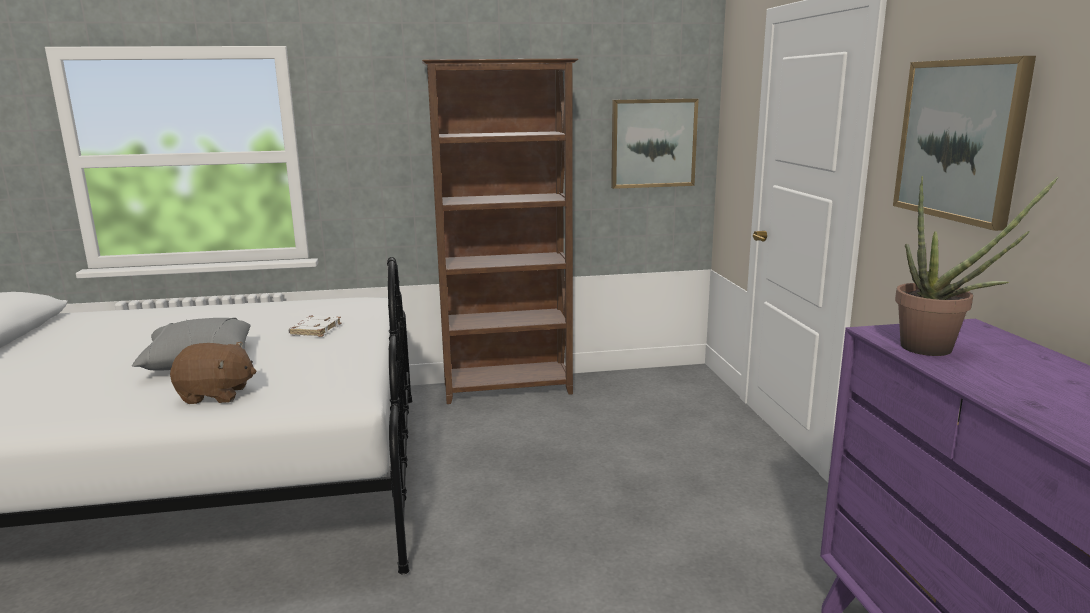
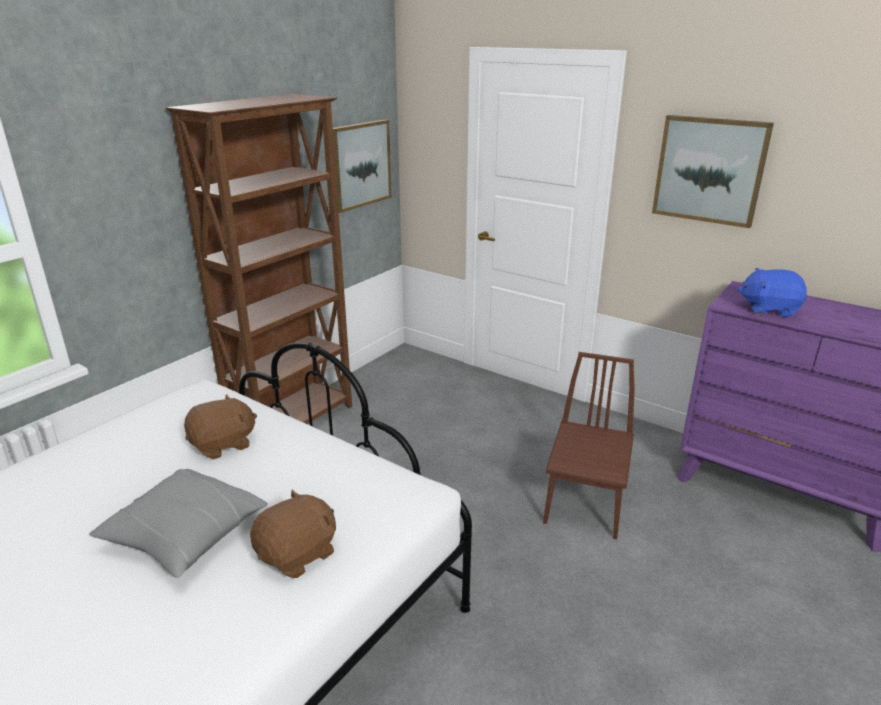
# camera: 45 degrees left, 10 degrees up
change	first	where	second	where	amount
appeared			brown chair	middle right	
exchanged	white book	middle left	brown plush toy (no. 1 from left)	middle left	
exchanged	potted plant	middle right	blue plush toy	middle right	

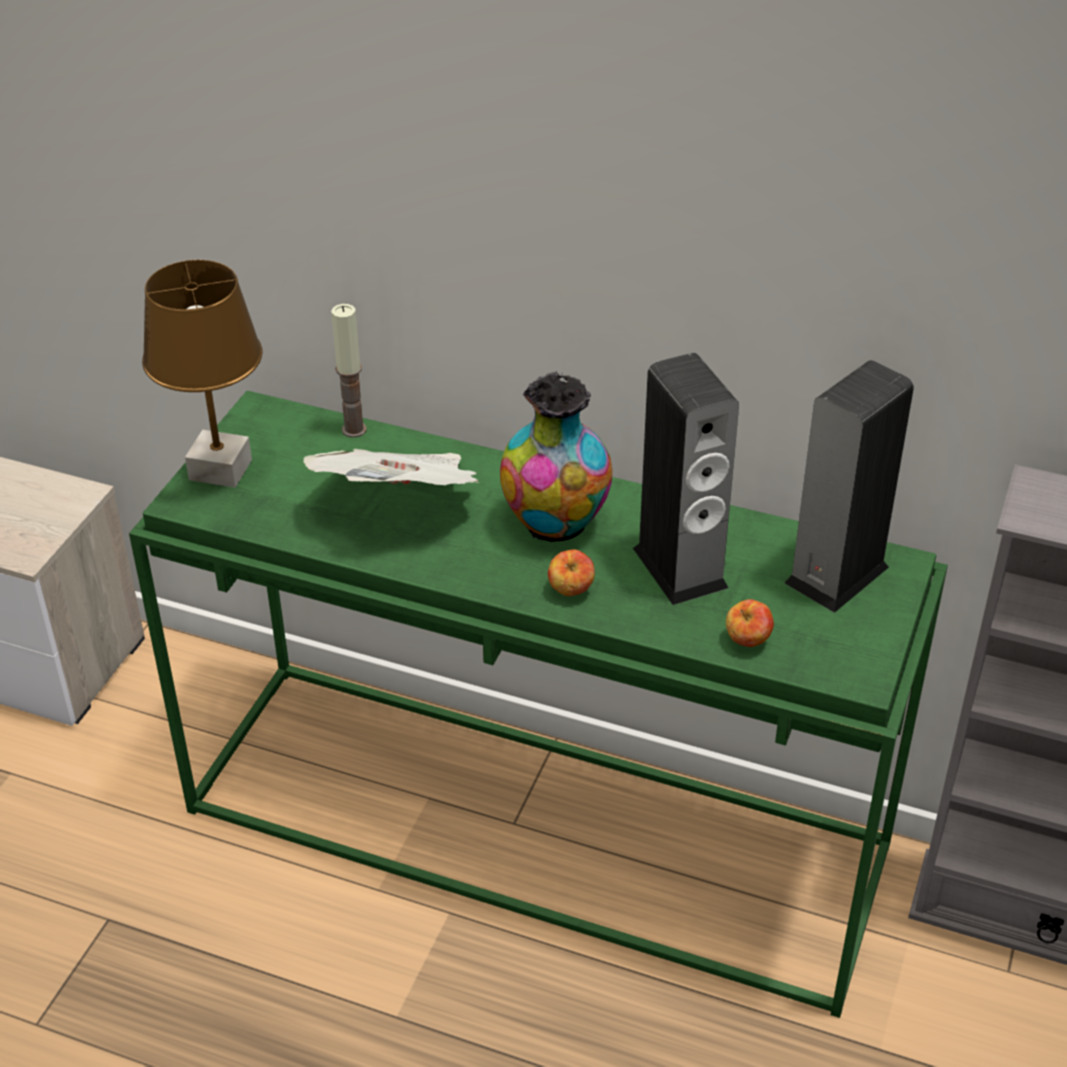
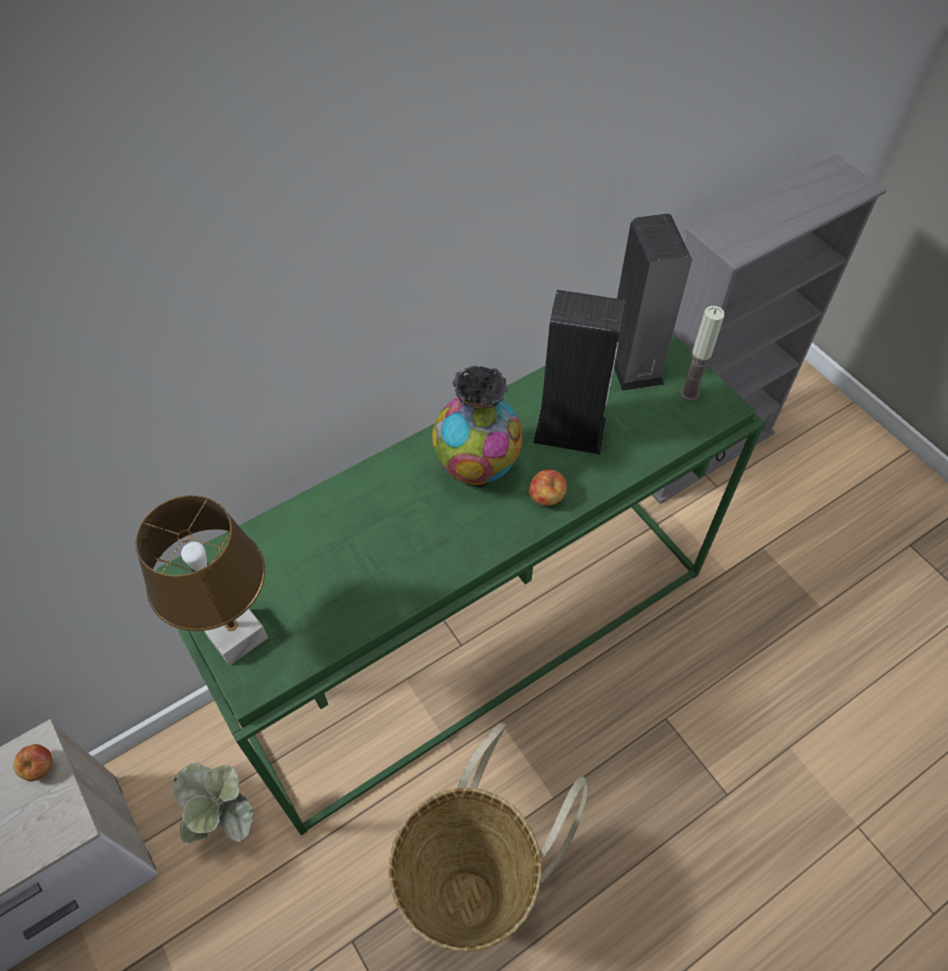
# camera: 55 degrees left, 15 degrees up
change	first	where	second	where	amount
missing	newspaper	centre			
appeared			potted plant	bottom left	
appeared			basket	bottom centre	
relocated	candle	middle left		middle right	
relocated	apple (no. 2 from left in the first image)	middle right	apple (no. 1 from left)	bottom left	

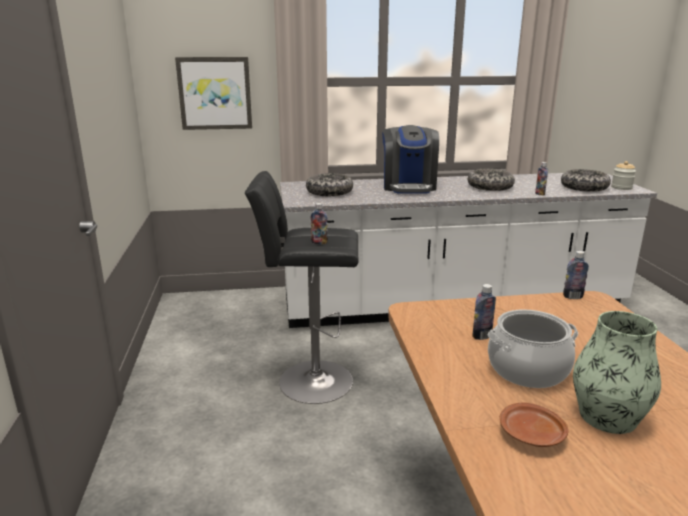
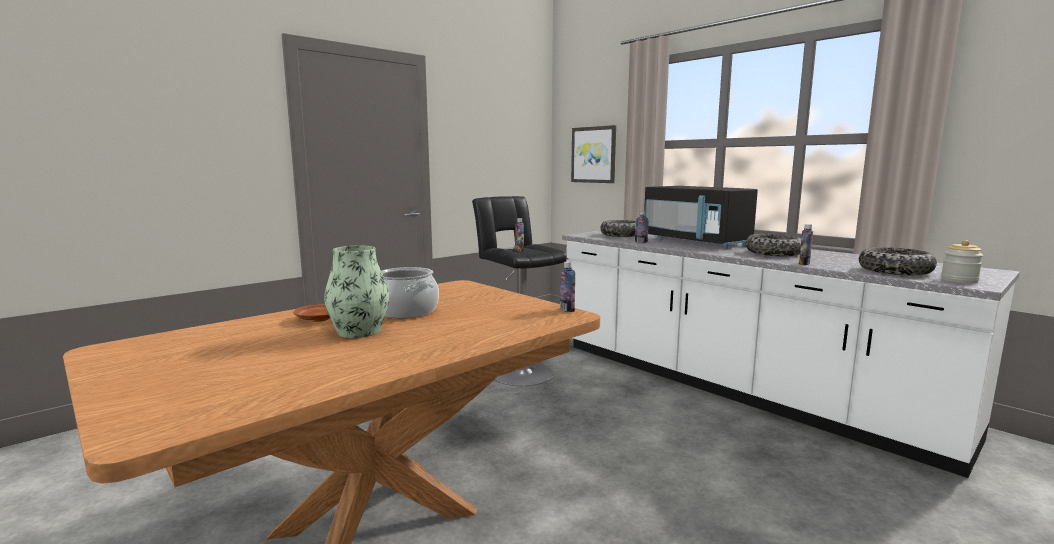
# camera: 55 degrees right, 10 degrees down
change	first	where	second	where	amount
relocated	bottle (no. 2 from left in the first image)	middle right	bottle (no. 3 from left)	centre	
exchanged	coffee machine	top centre	black microwave	centre	

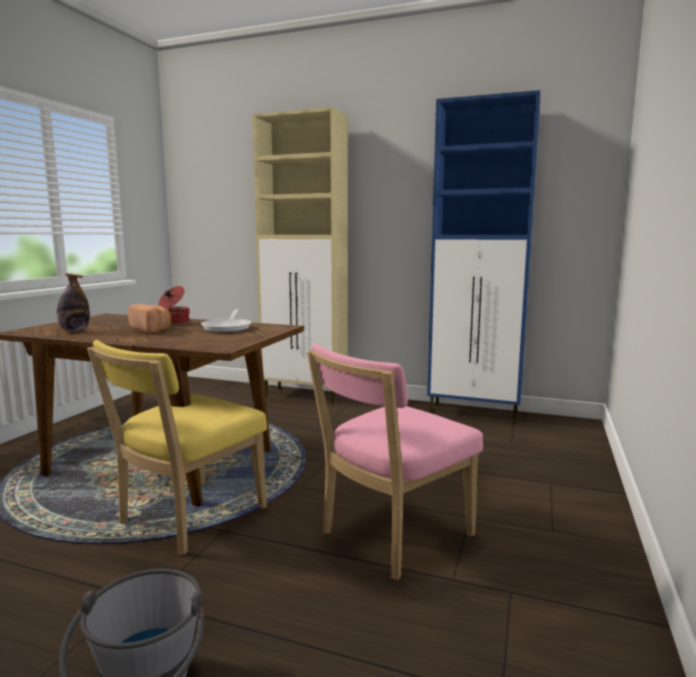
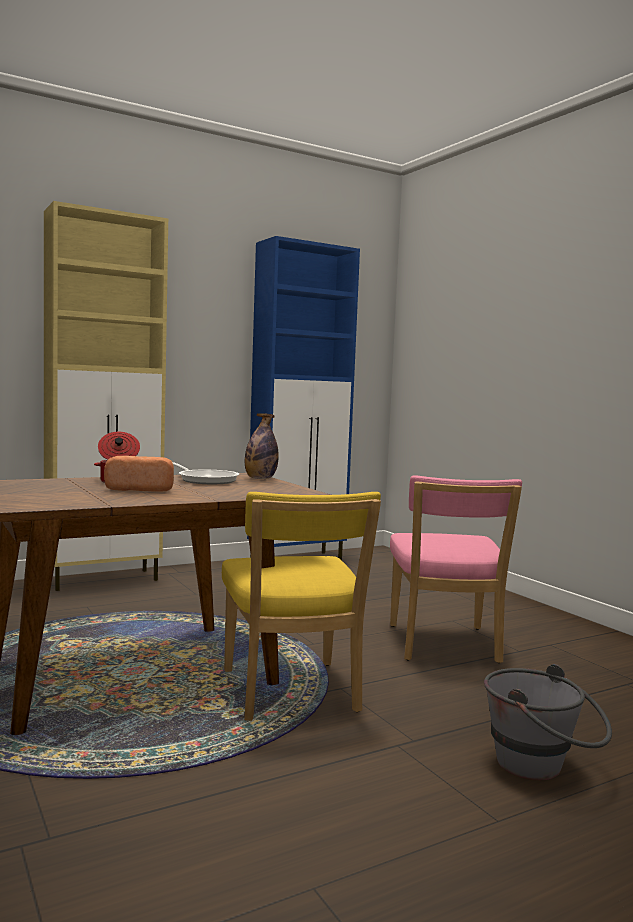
# camera: 50 degrees left, 5 degrees down
change	first	where	second	where	amount
relocated	bottle	middle left		centre	

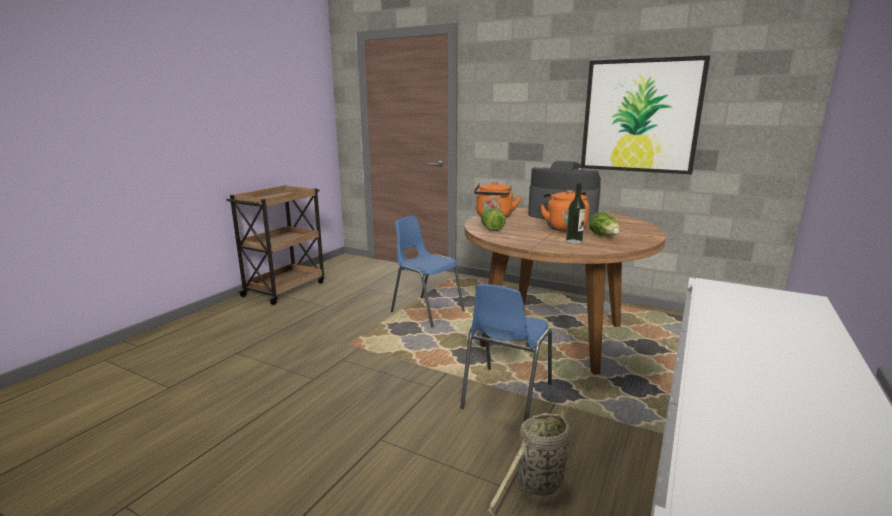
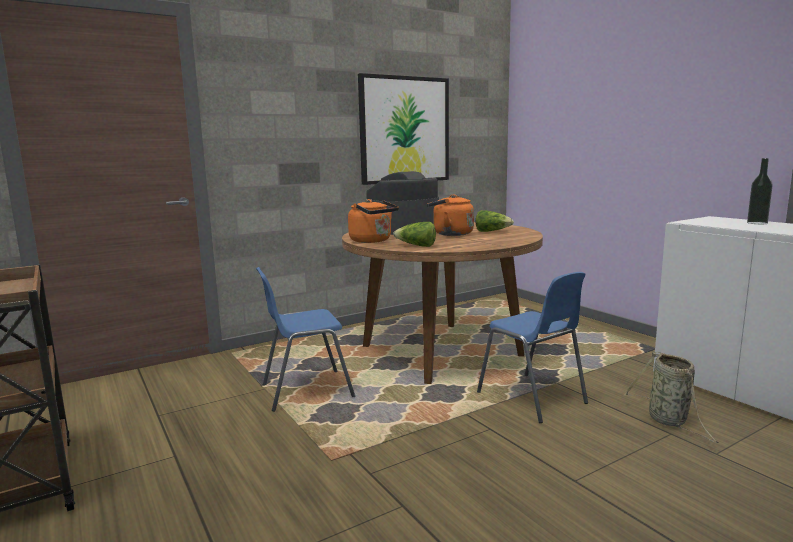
# camera: 60 degrees left, 5 degrees down
change	first	where	second	where	amount
relocated	bottle	centre		middle right	

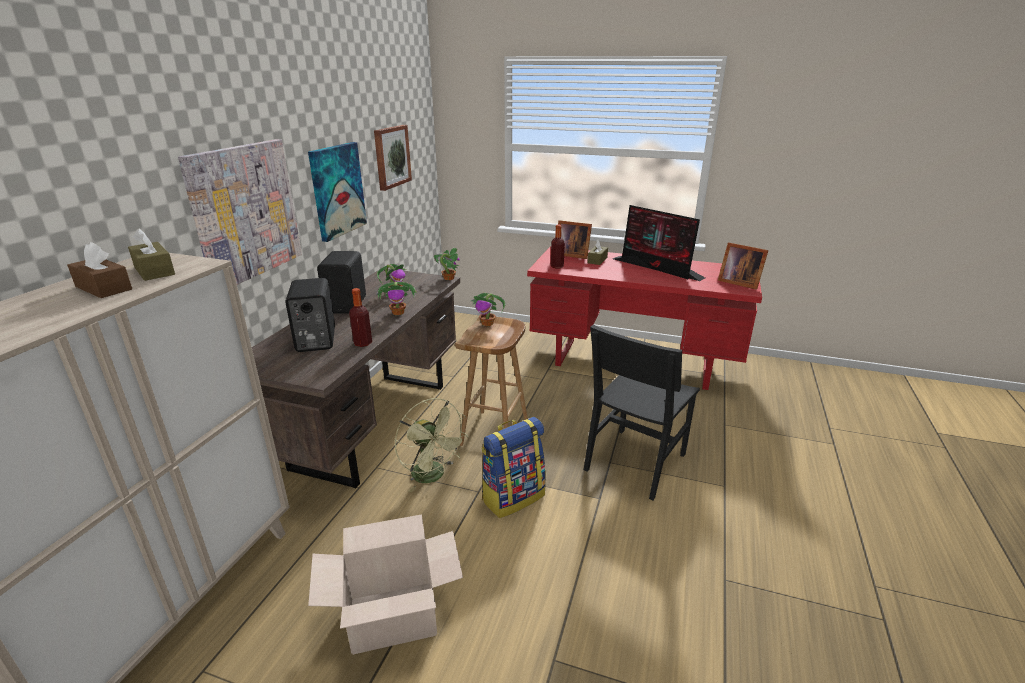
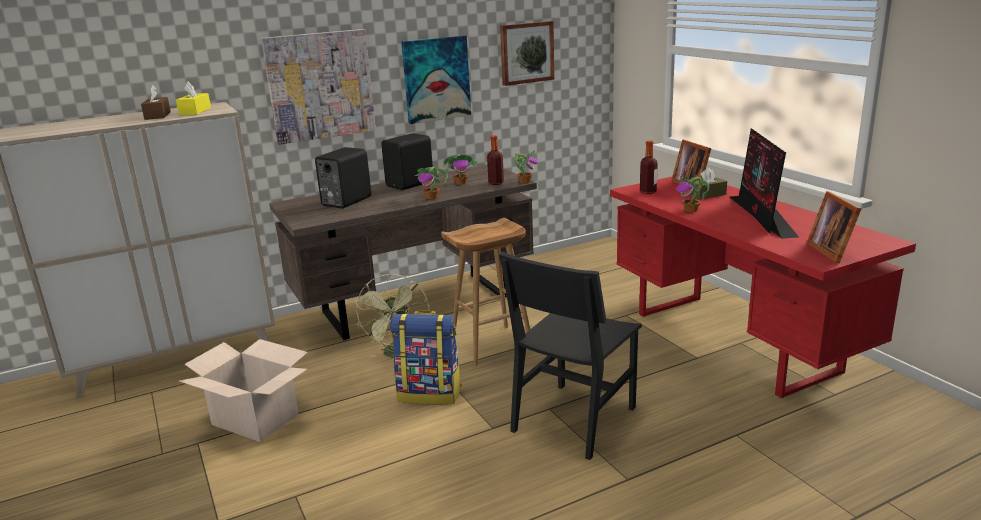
# camera: 45 degrees right, 5 degrees down
change	first	where	second	where	amount
relocated	bottle (no. 1 from left)	centre		top centre	
relocated	potted plant (no. 4 from left)	centre		middle right	
colour	brown tissue box (no. 2 from left)	middle left	yellow tissue box	top left	
spun	black chair	centre		bottom centre	45 degrees counterclockwise

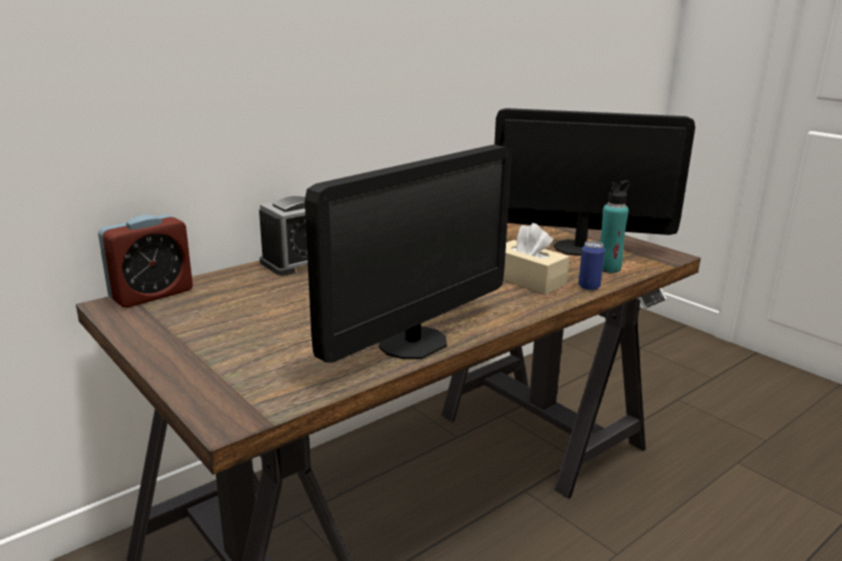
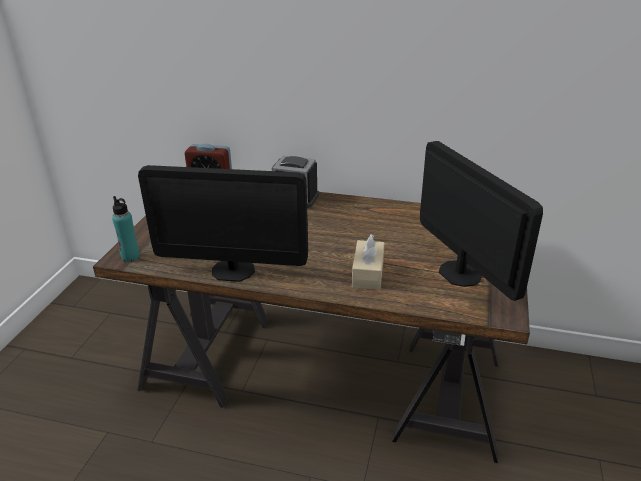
# camera: 55 degrees right, 10 degrees up
change	first	where	second	where	amount
missing	can	middle right			
relocated	turquoise bottle	middle right		middle left	

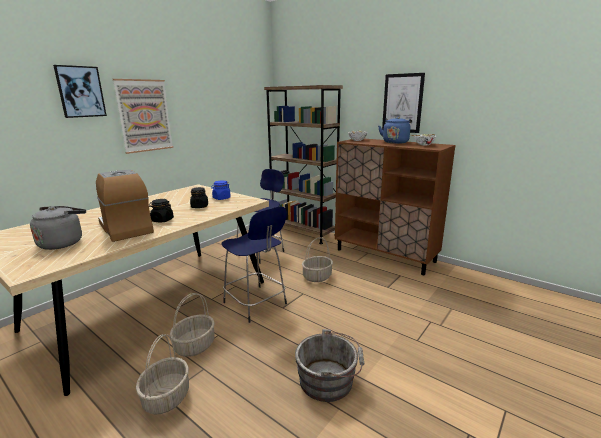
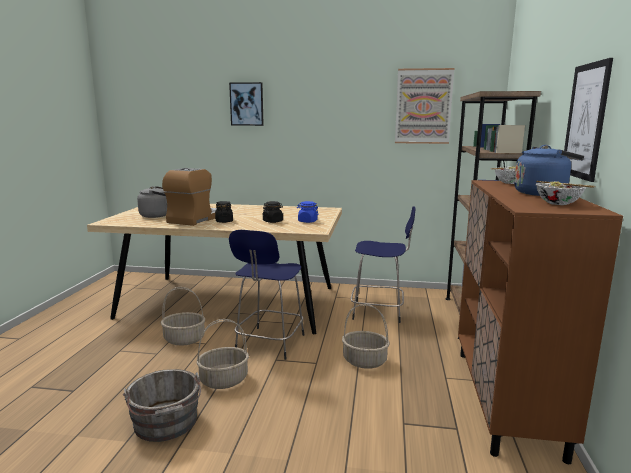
# camera: 60 degrees right, 5 degrees down
change	first	where	second	where	amount
relocated	picture (no. 2 from left)	top left		top right	
relocated	basket (no. 1 from left in the first image)	bottom left	basket (no. 2 from left)	bottom centre	

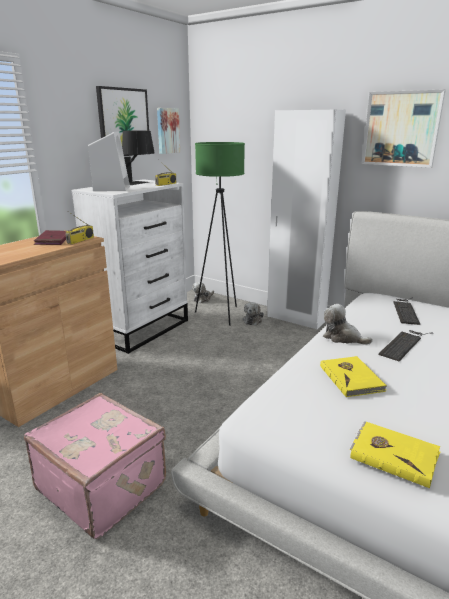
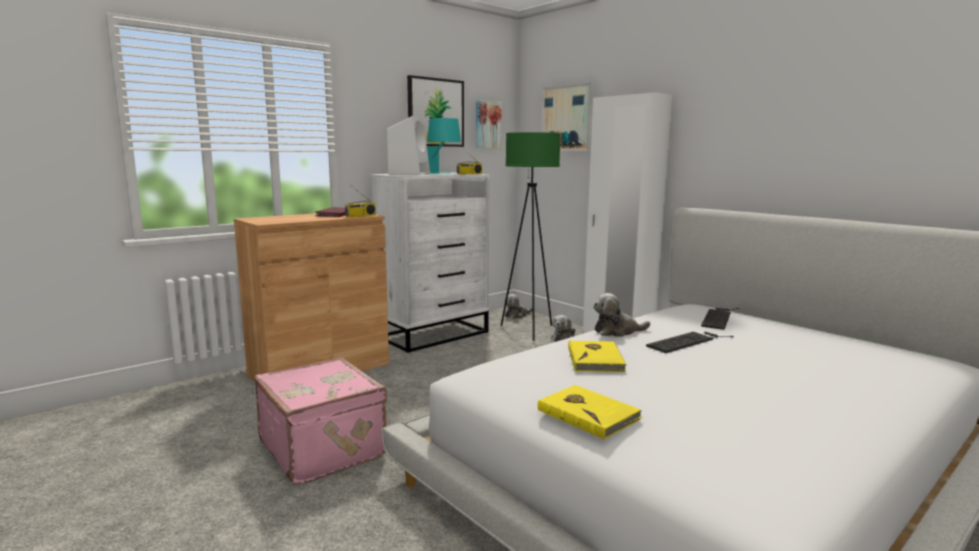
# camera: 15 degrees right, 10 degrees down
change	first	where	second	where	amount
relocated	picture (no. 3 from left)	top right		top centre	
colour	black table lamp	top left	turquoise table lamp	top centre	
spun	plush toy (no. 3 from left)	middle right		centre	60 degrees counterclockwise

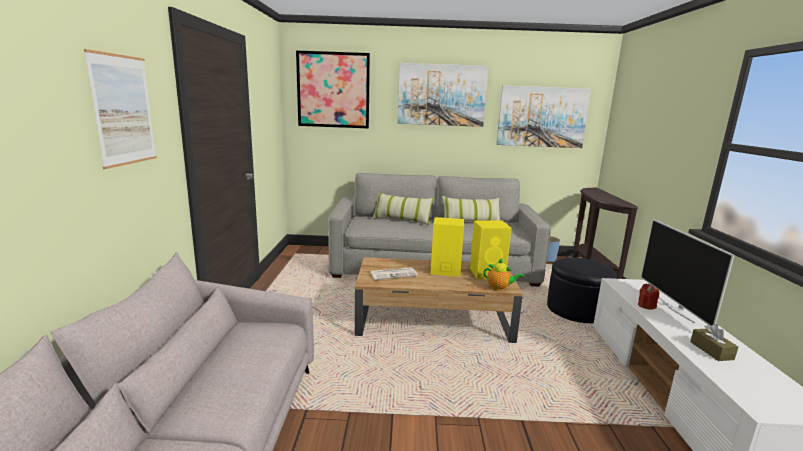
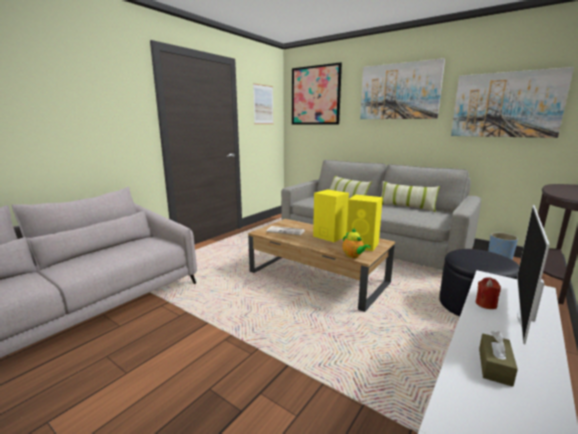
# camera: 35 degrees right, 0 degrees up
change	first	where	second	where	amount
relocated	picture (no. 1 from left)	top left		top centre	

